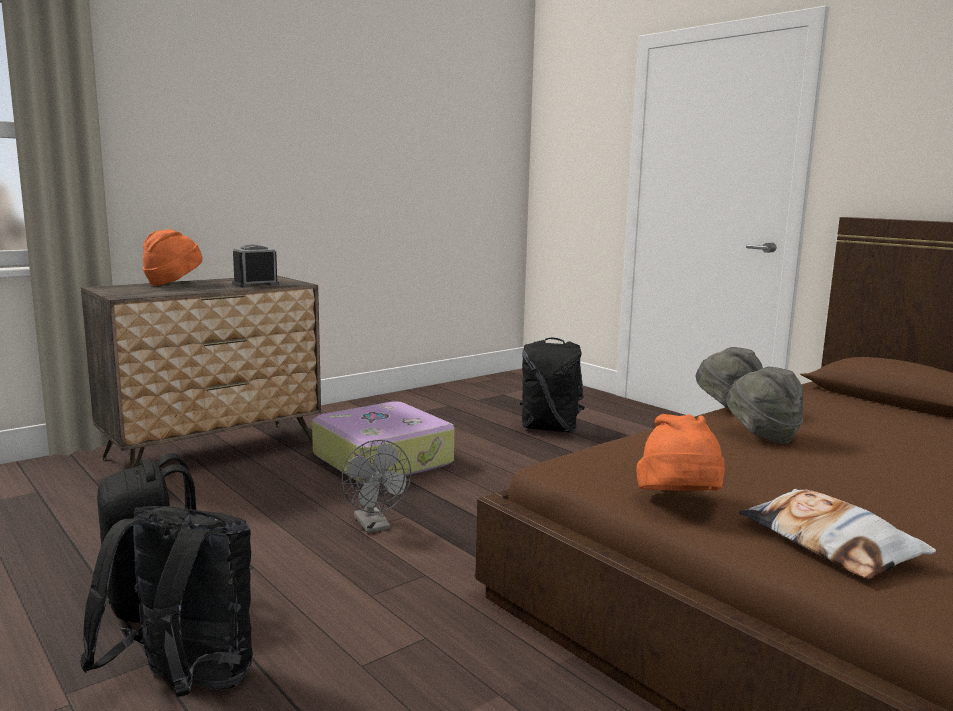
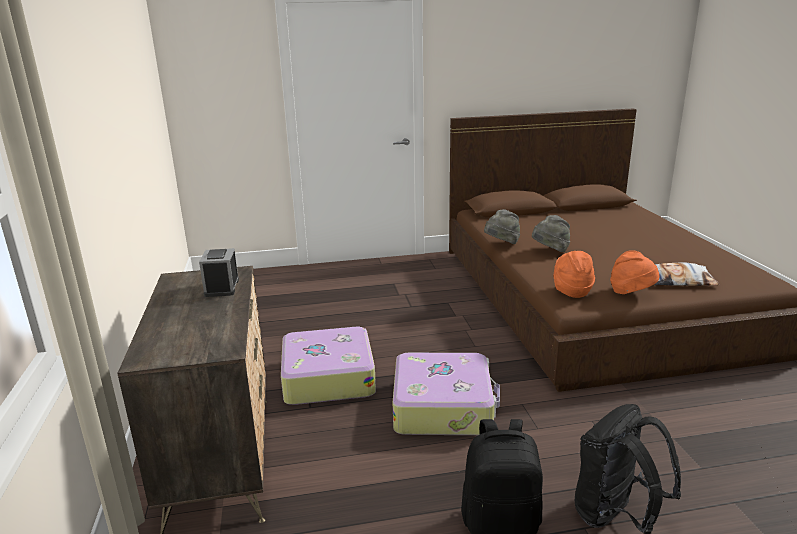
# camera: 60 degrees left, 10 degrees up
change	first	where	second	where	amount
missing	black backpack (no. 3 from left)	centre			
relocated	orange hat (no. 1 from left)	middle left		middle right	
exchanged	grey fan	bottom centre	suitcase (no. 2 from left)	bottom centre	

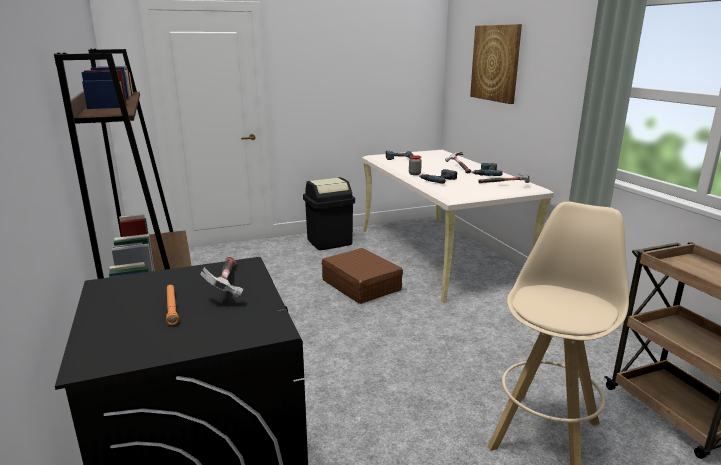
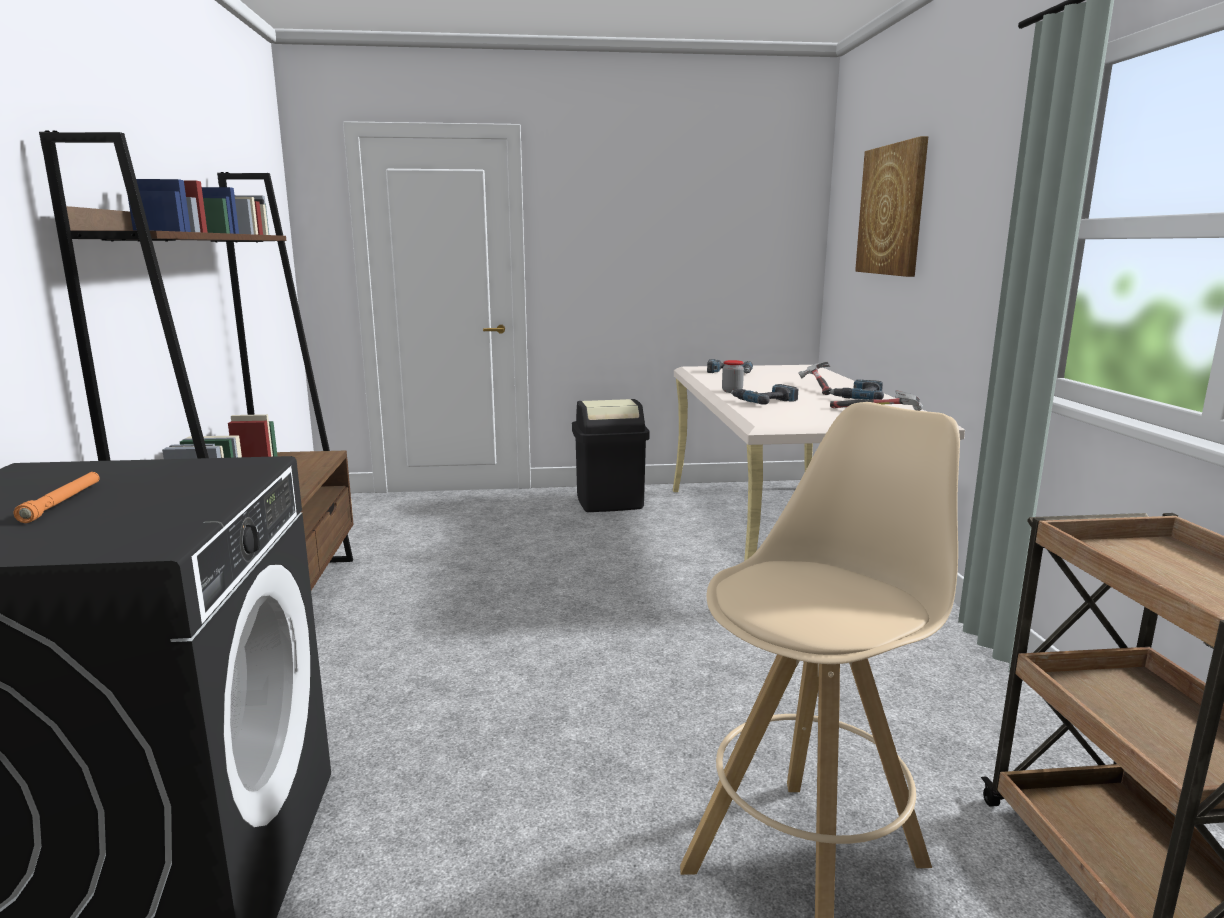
# camera: 15 degrees right, 5 degrees down
change	first	where	second	where	amount
missing	hammer (no. 1 from left)	middle left			
missing	brown suitcase	centre			

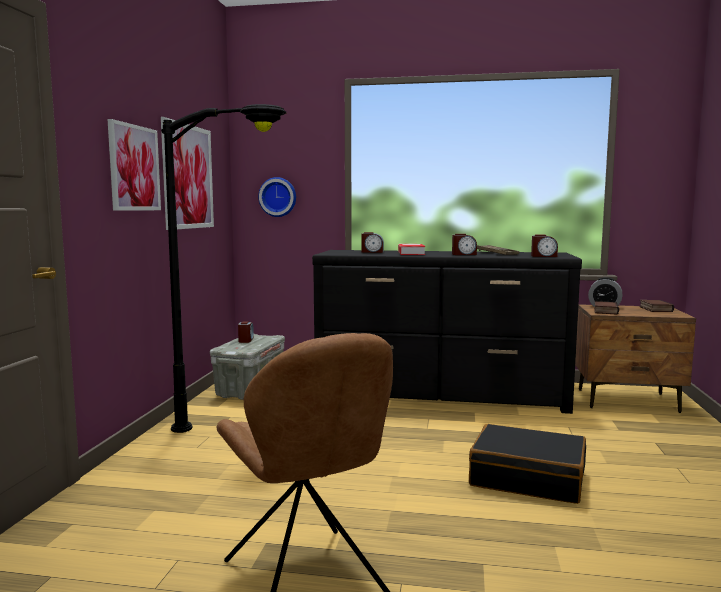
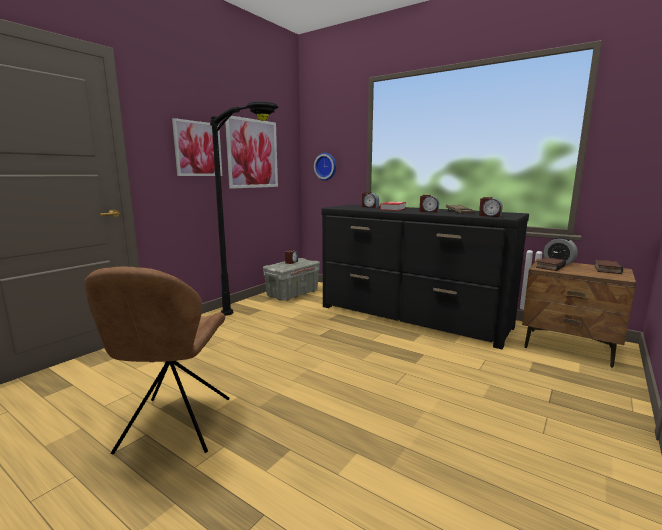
# camera: 25 degrees right, 5 degrees up
change	first	where	second	where	amount
missing	black suitcase	bottom right			

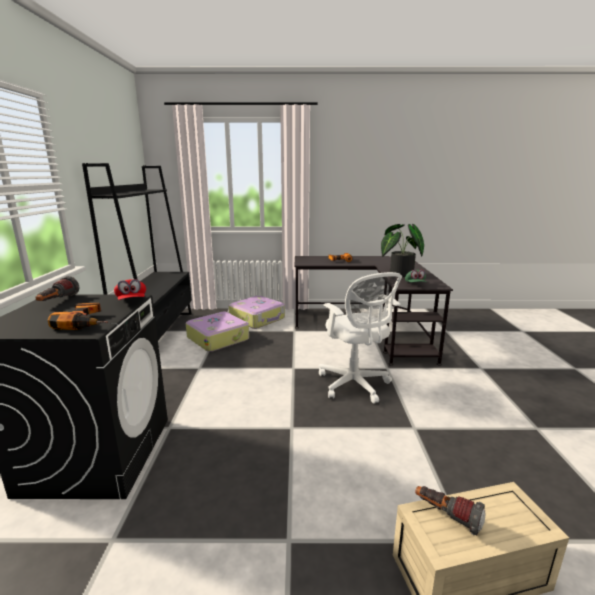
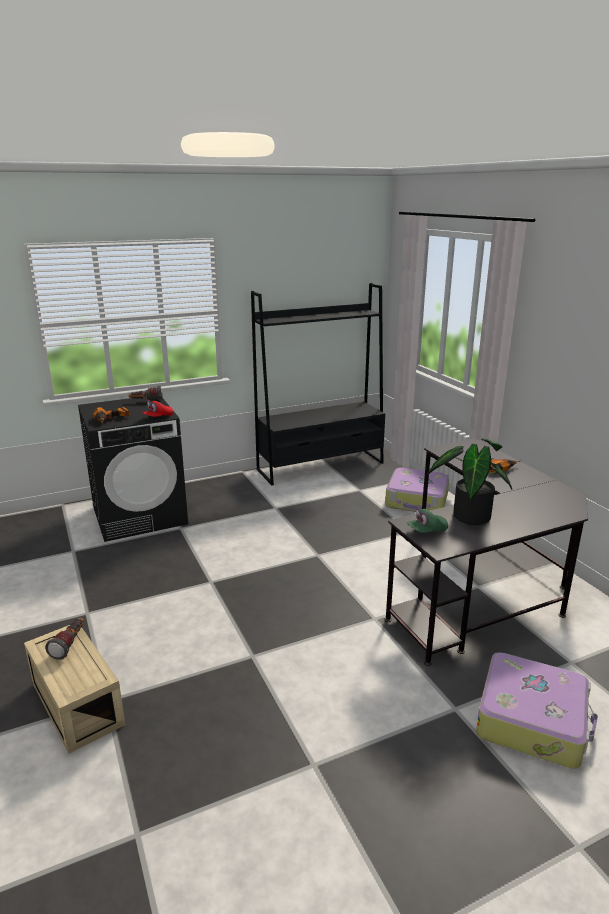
# camera: 65 degrees right, 5 degrees up
change	first	where	second	where	amount
missing	white office chair	centre			
relocated	suitcase (no. 1 from left in the first image)	centre	suitcase (no. 2 from left)	bottom right	

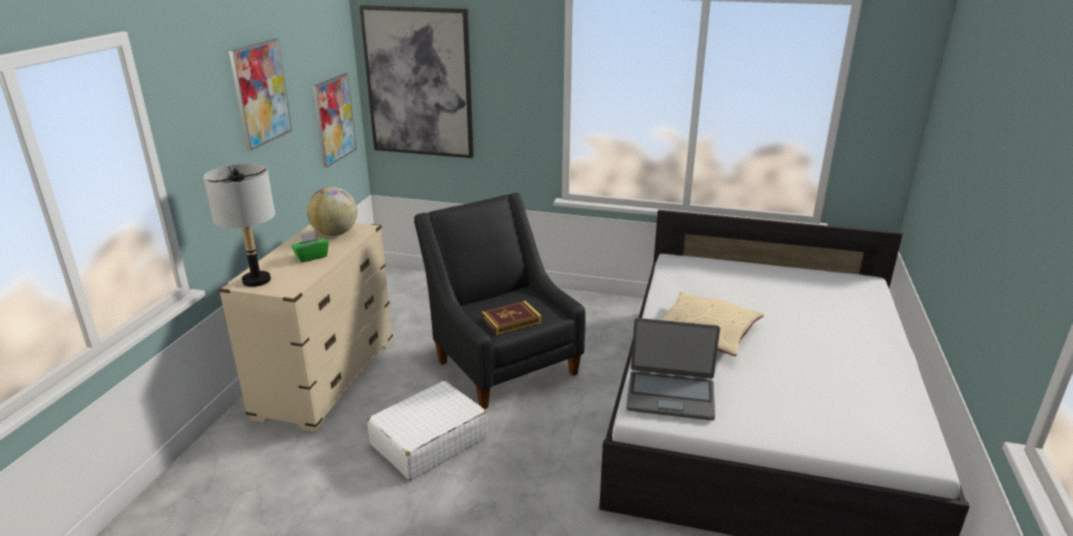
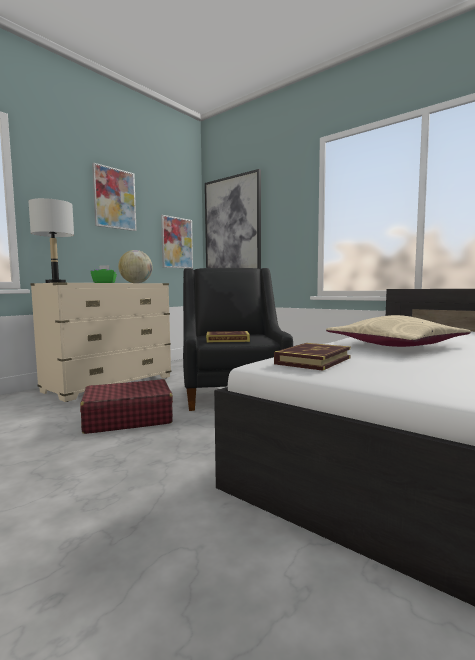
# camera: 25 degrees right, 20 degrees down
change	first	where	second	where	amount
exchanged	laptop	bottom centre	book (no. 2 from left)	centre	
colour	white suitcase	bottom centre	red suitcase	middle left	

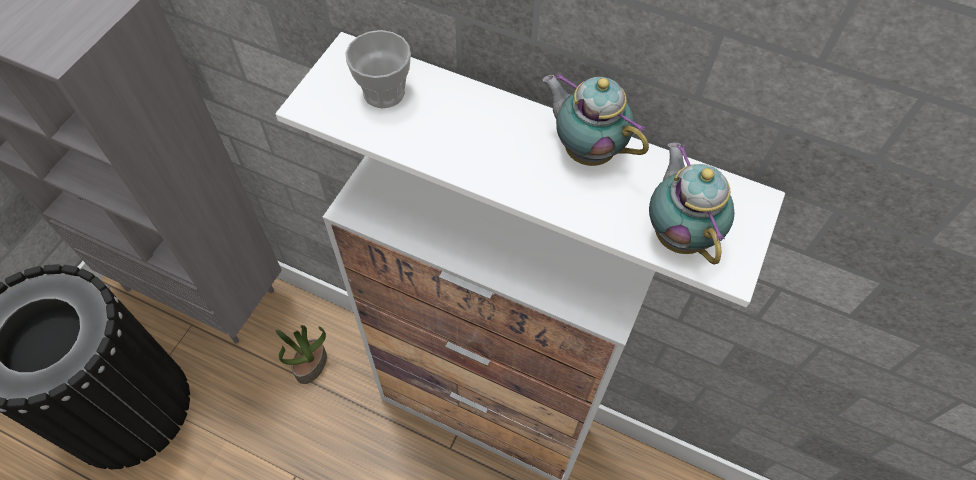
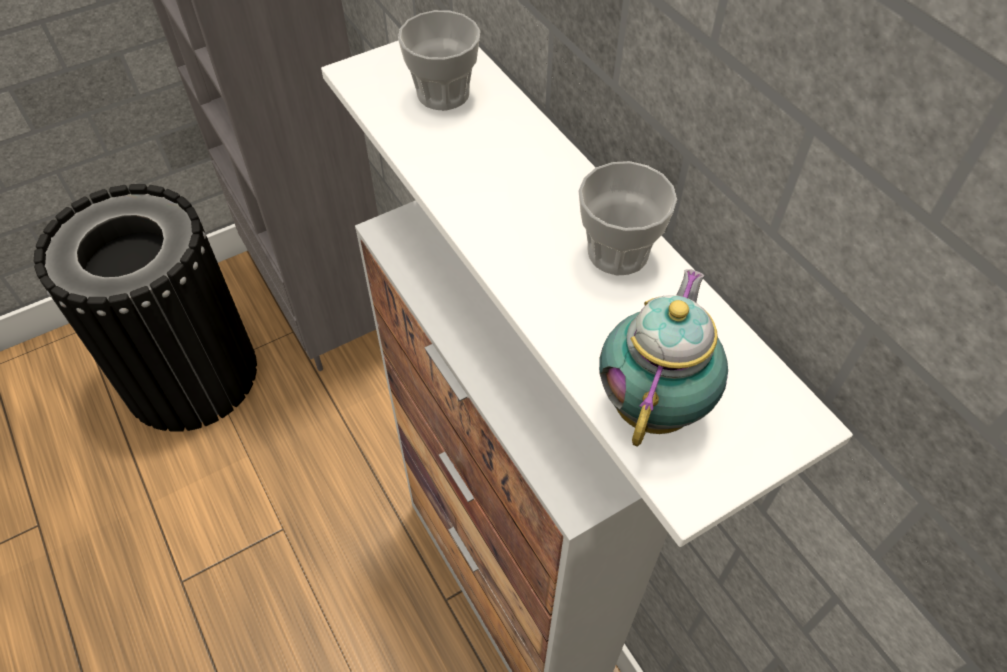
# camera: 35 degrees right, 5 degrees down
change	first	where	second	where	amount
missing	potted plant	bottom left			
exchanged	teapot (no. 1 from left)	top centre	cup (no. 2 from left)	top centre	

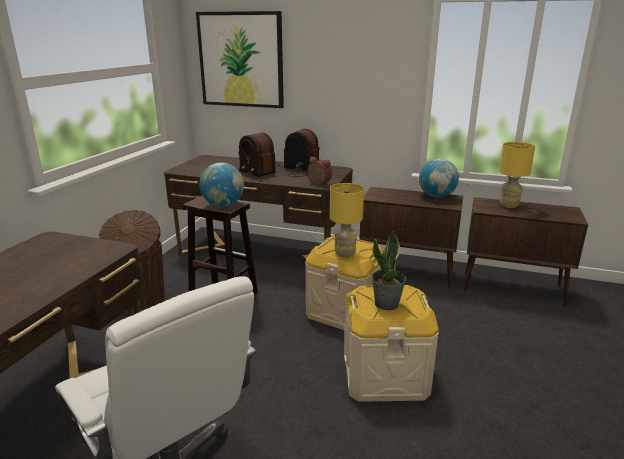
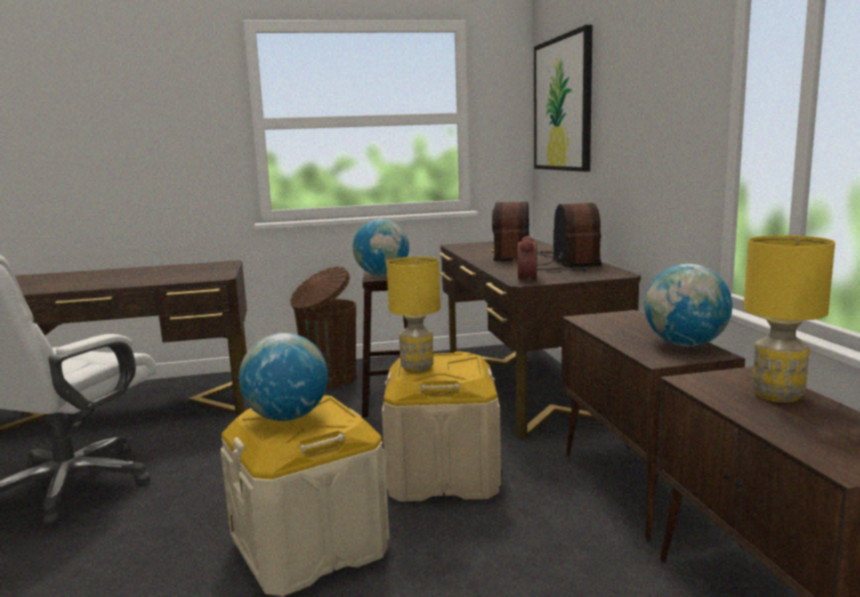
# camera: 60 degrees right, 10 degrees down
change	first	where	second	where	amount
exchanged	potted plant	centre	globe (no. 1 from left)	middle left	

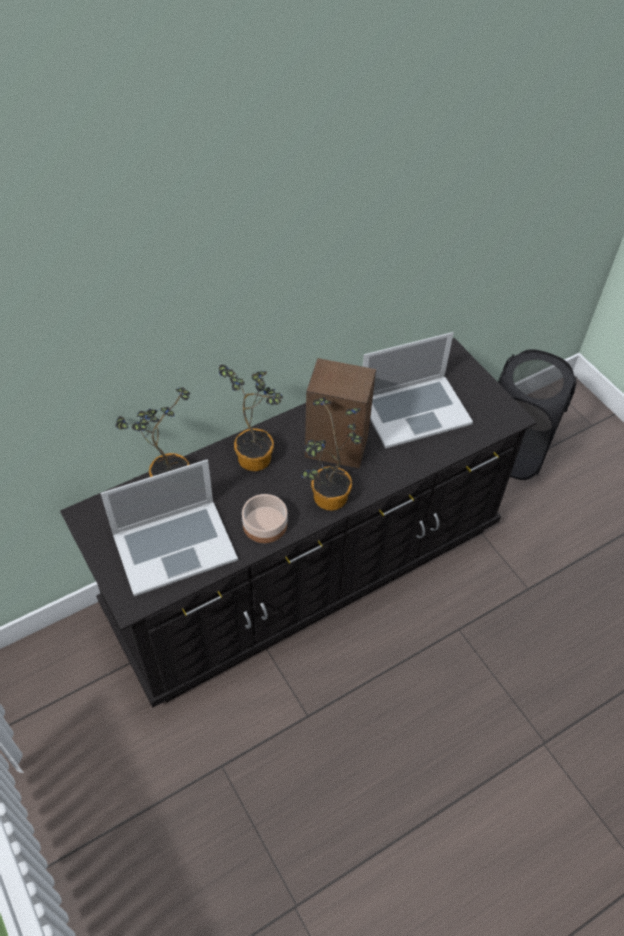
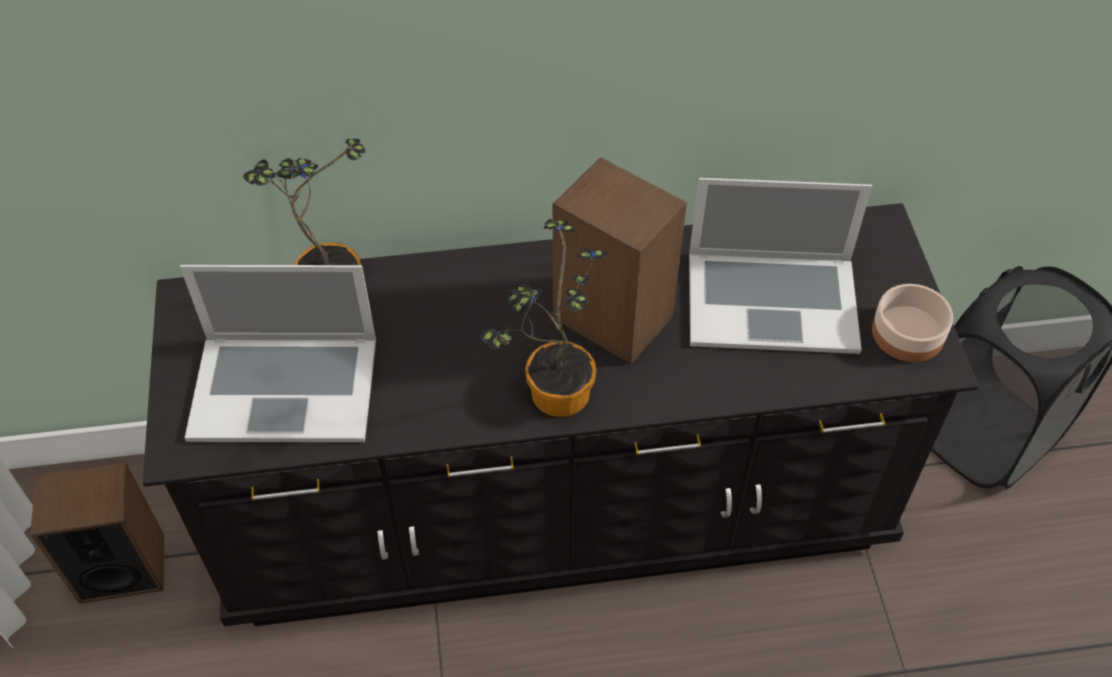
# camera: 25 degrees right, 0 degrees up
change	first	where	second	where	amount
missing	potted plant (no. 2 from left)	centre			
appeared			speaker (no. 1 from left)	bottom left	
relocated	bowl	centre		middle right	

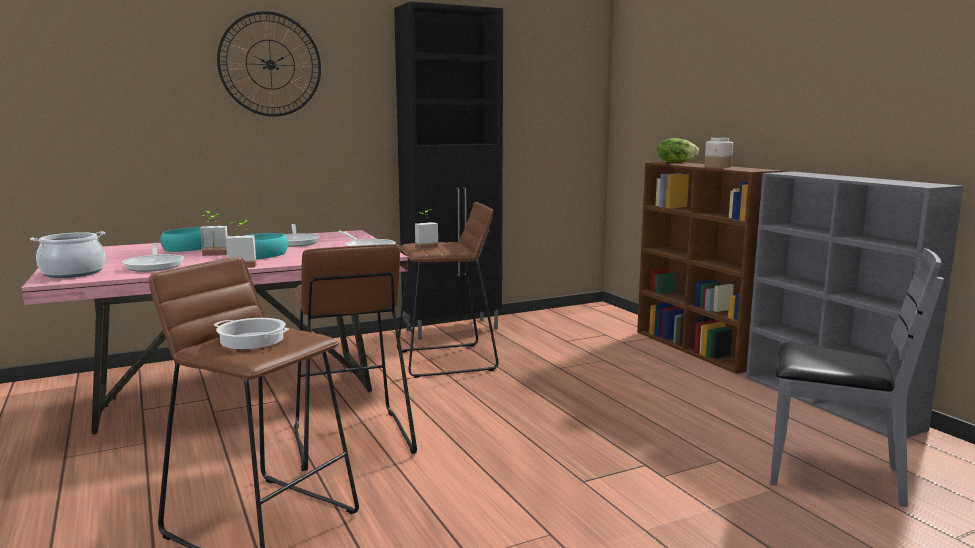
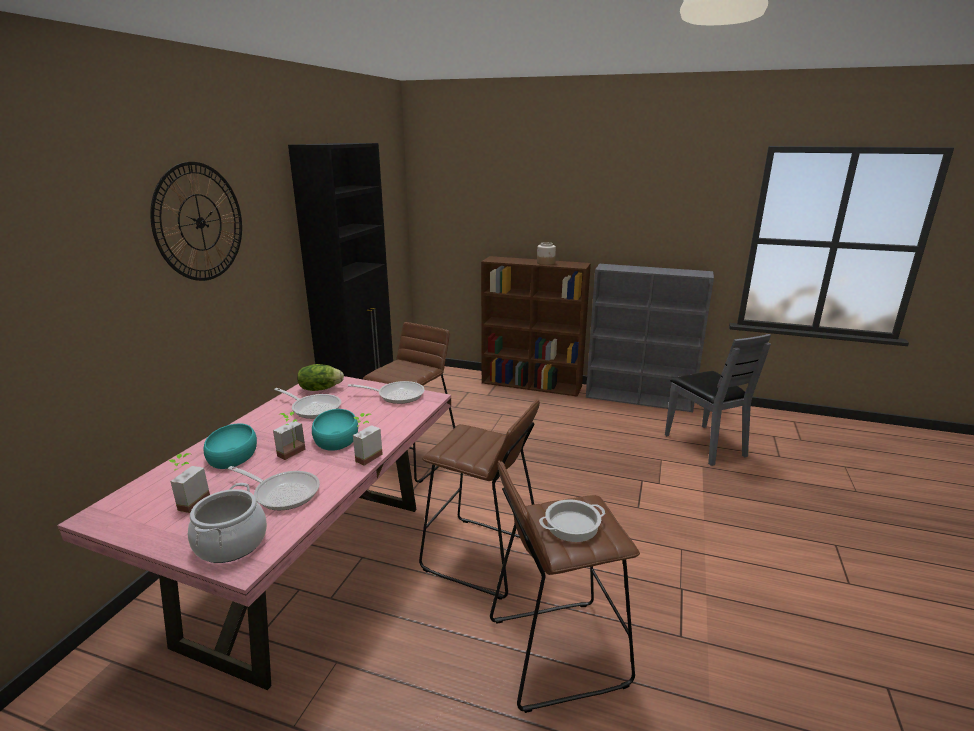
# camera: 45 degrees left, 10 degrees up
change	first	where	second	where	amount
relocated	potted plant (no. 3 from left in the first image)	centre	potted plant (no. 1 from left)	middle left	
relocated	lettuce	top right		middle left	
spun	grey chair	bottom right		middle right	90 degrees clockwise

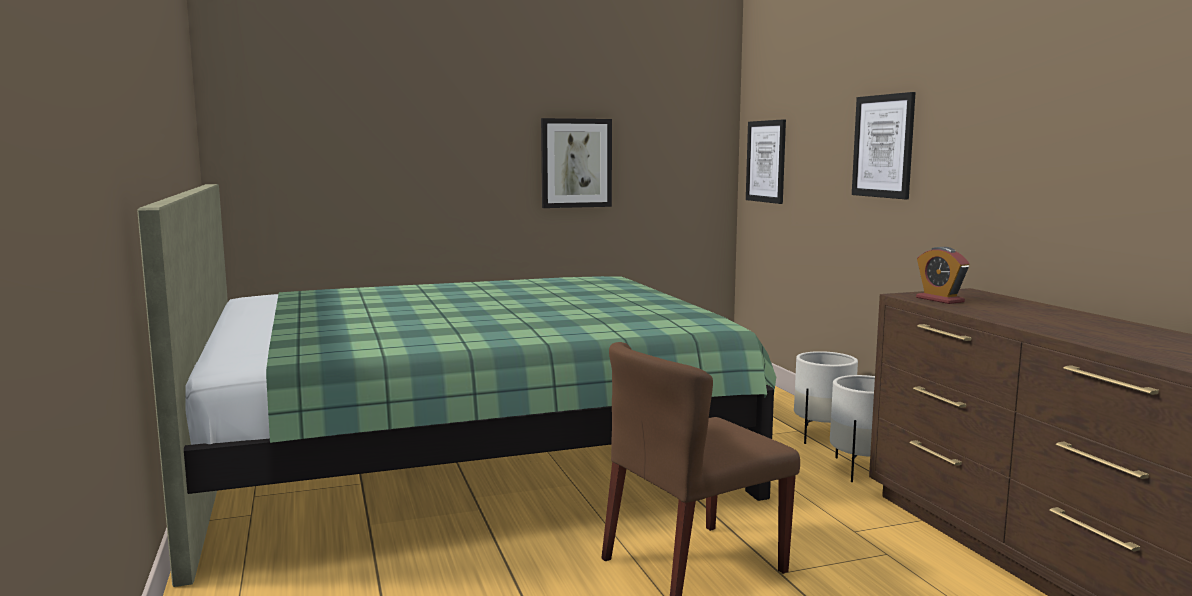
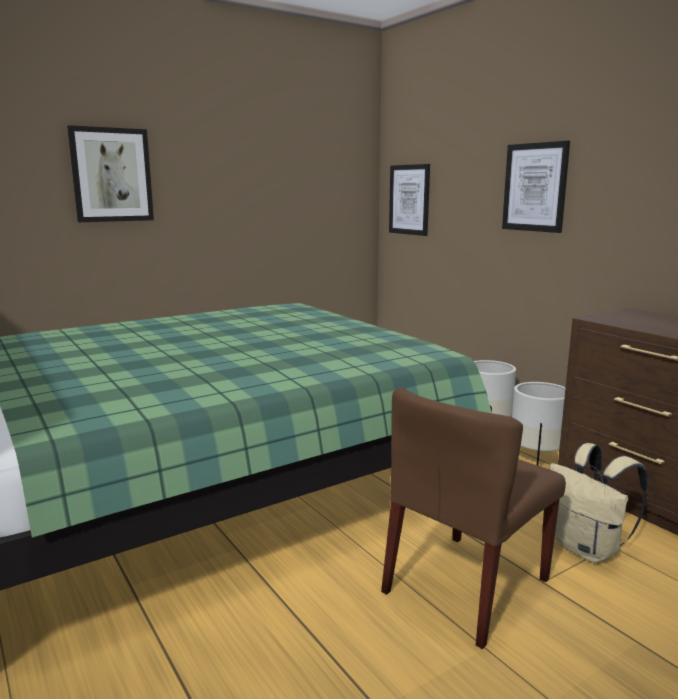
# camera: 15 degrees left, 5 degrees up
change	first	where	second	where	amount
missing	alarm clock	middle right			
appeared			beige backpack	bottom right	
relocated	picture (no. 1 from left)	top centre		top left	

